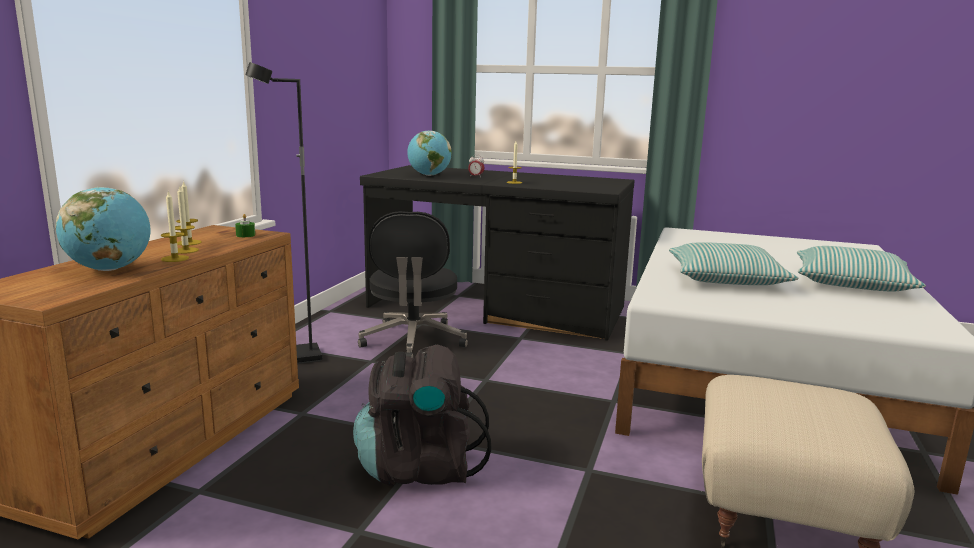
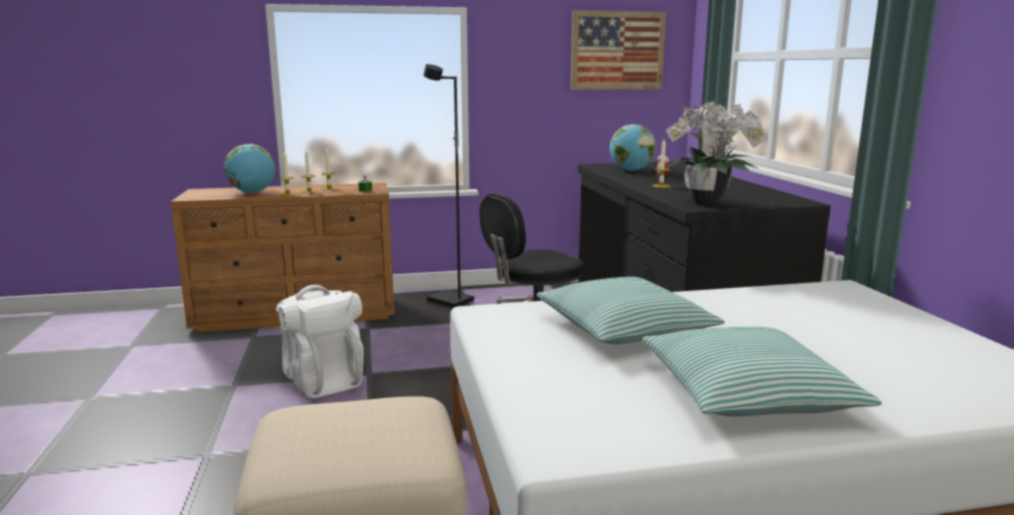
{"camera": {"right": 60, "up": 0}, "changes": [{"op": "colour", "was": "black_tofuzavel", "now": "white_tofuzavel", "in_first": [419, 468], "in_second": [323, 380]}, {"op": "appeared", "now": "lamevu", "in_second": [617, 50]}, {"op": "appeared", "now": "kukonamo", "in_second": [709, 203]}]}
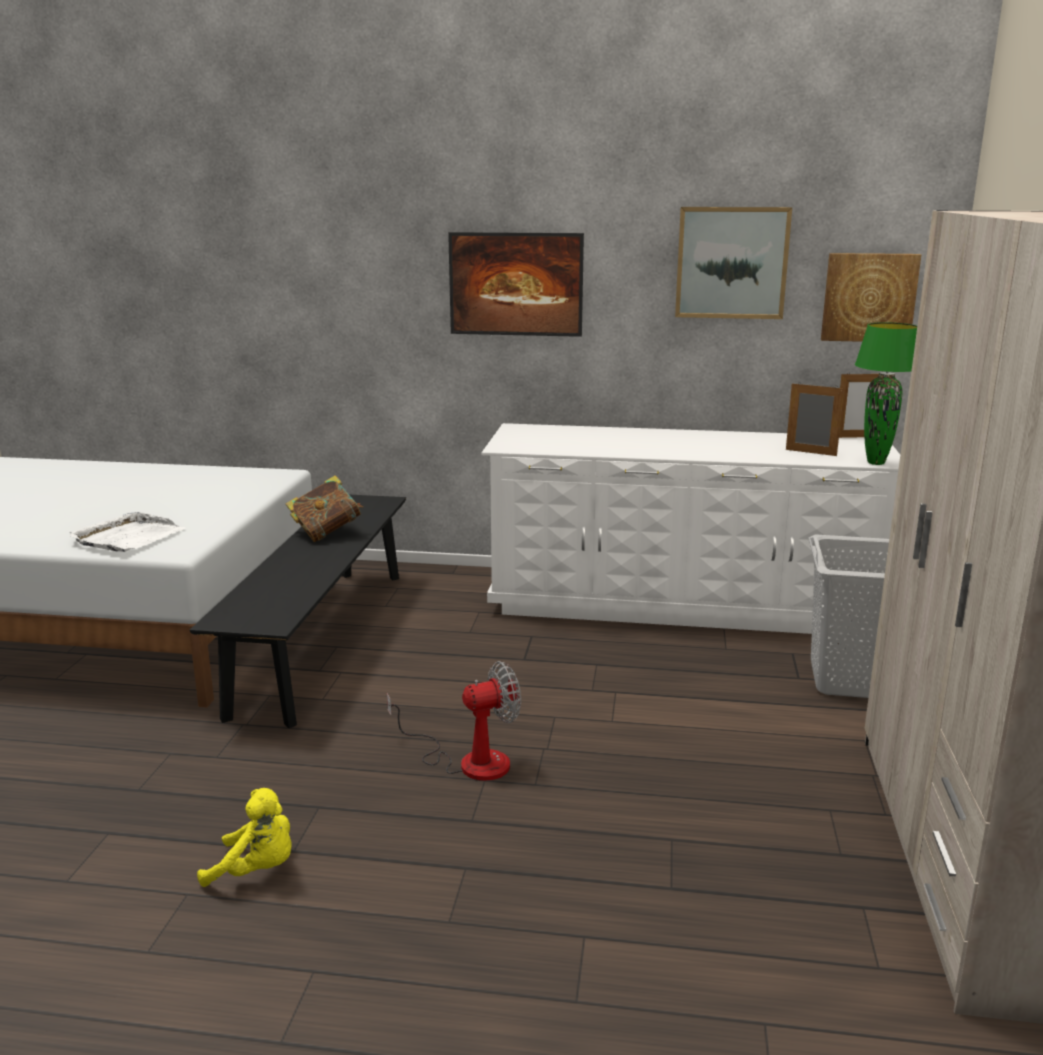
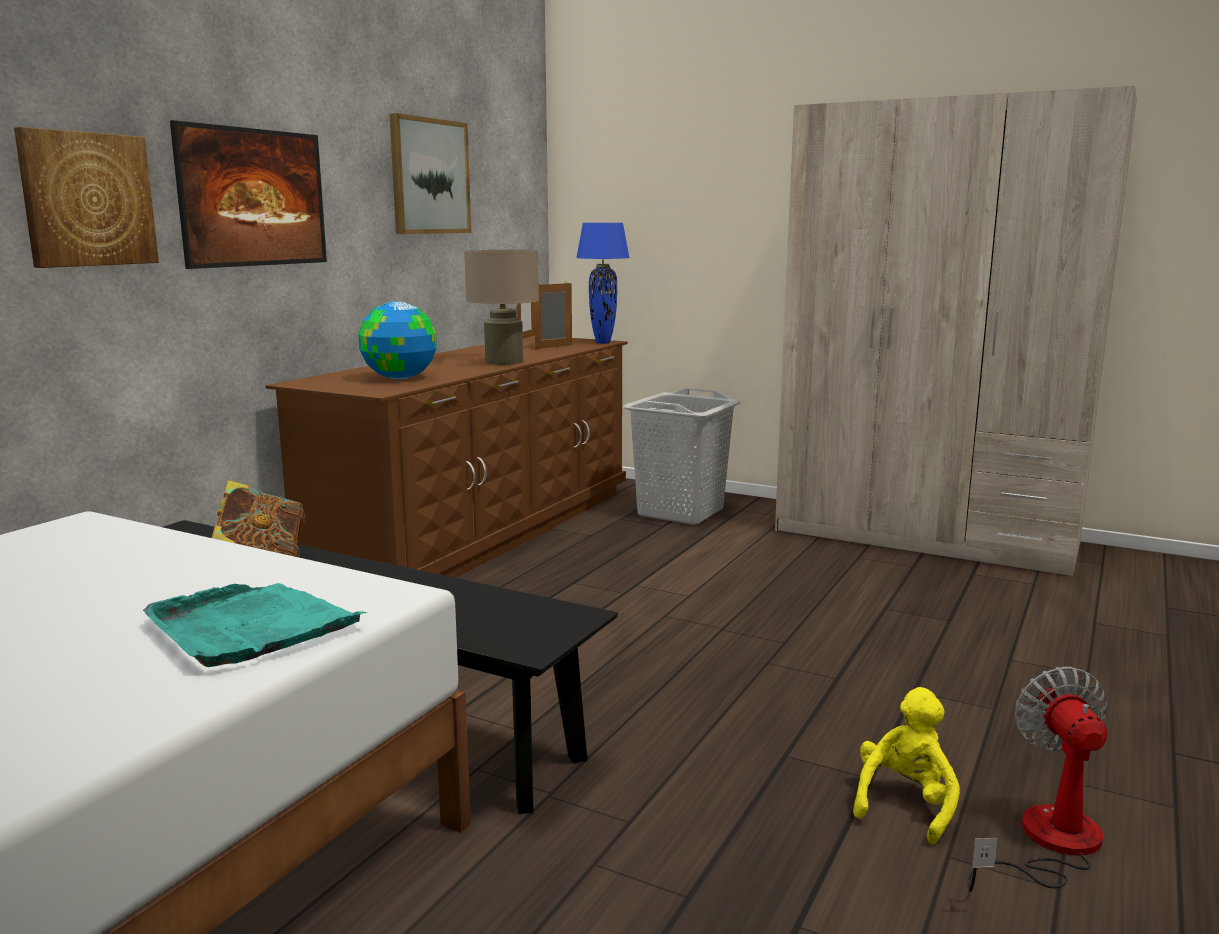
{"camera": {"right": -70, "up": -5}, "changes": [{"op": "relocated", "was": "lamevu", "in_first": [869, 297], "in_second": [87, 200]}, {"op": "colour", "was": "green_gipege", "now": "blue_gipege", "in_first": [875, 462], "in_second": [602, 343]}, {"op": "colour", "was": "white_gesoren", "now": "brown_gesoren", "in_first": [680, 603], "in_second": [481, 531]}, {"op": "colour", "was": "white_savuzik", "now": "turquoise_savuzik", "in_first": [128, 537], "in_second": [251, 628]}, {"op": "relocated", "was": "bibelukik", "in_first": [469, 761], "in_second": [1047, 844]}, {"op": "appeared", "now": "beige_gipege", "in_second": [504, 362]}, {"op": "appeared", "now": "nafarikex", "in_second": [399, 378]}]}
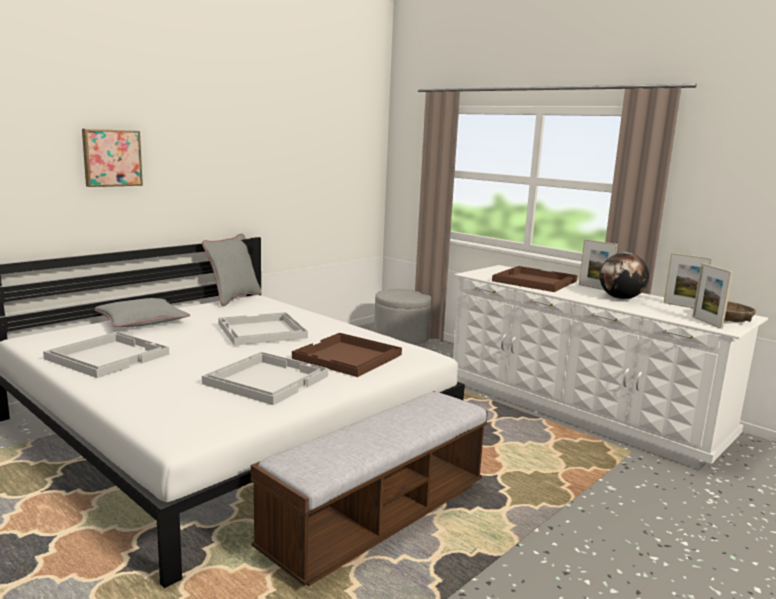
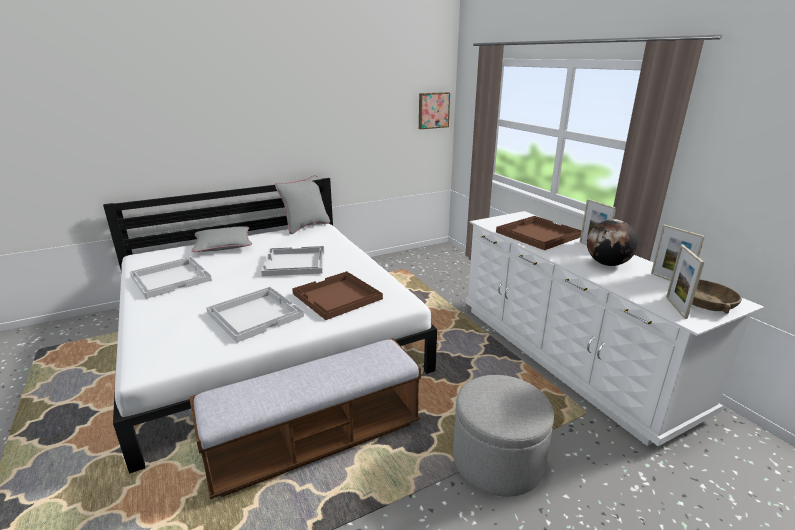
{"camera": {"right": 20, "up": 10}, "changes": [{"op": "relocated", "was": "lamevu", "in_first": [111, 158], "in_second": [433, 110]}, {"op": "relocated", "was": "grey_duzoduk", "in_first": [401, 338], "in_second": [497, 460]}]}
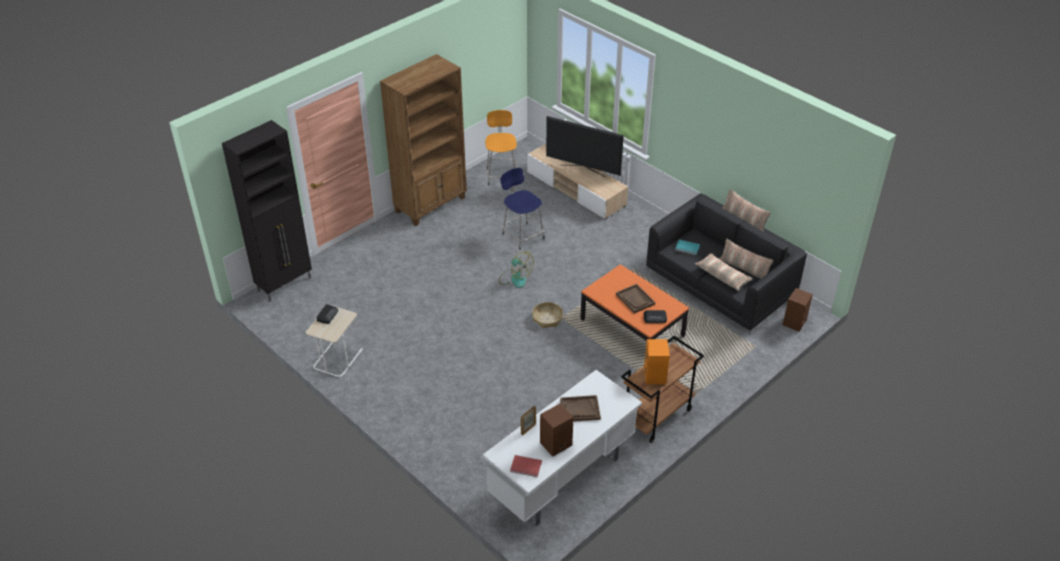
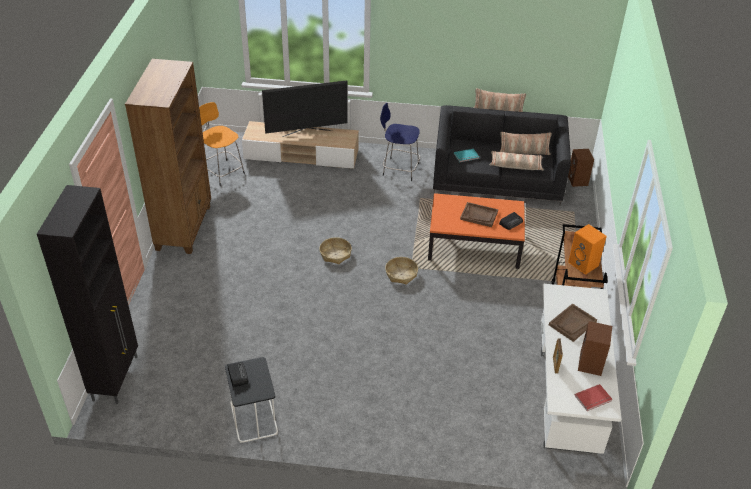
{"camera": {"right": -40, "up": 0}, "changes": [{"op": "relocated", "was": "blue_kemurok", "in_first": [522, 235], "in_second": [399, 169]}, {"op": "exchanged", "was": "bibelukik", "now": "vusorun", "in_first": [515, 278], "in_second": [335, 254]}, {"op": "colour", "was": "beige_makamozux", "now": "black_makamozux", "in_first": [337, 358], "in_second": [253, 418]}]}
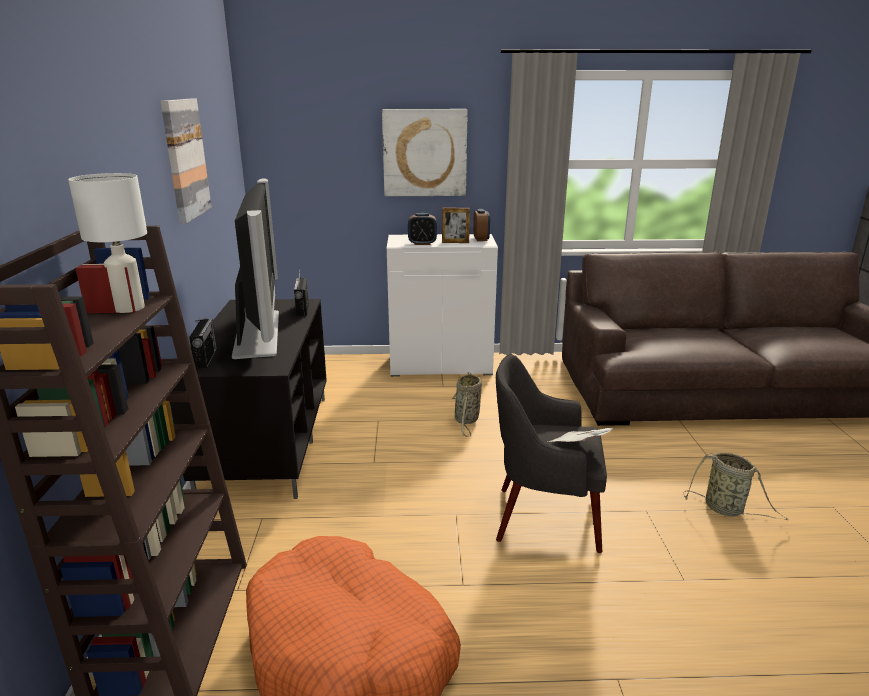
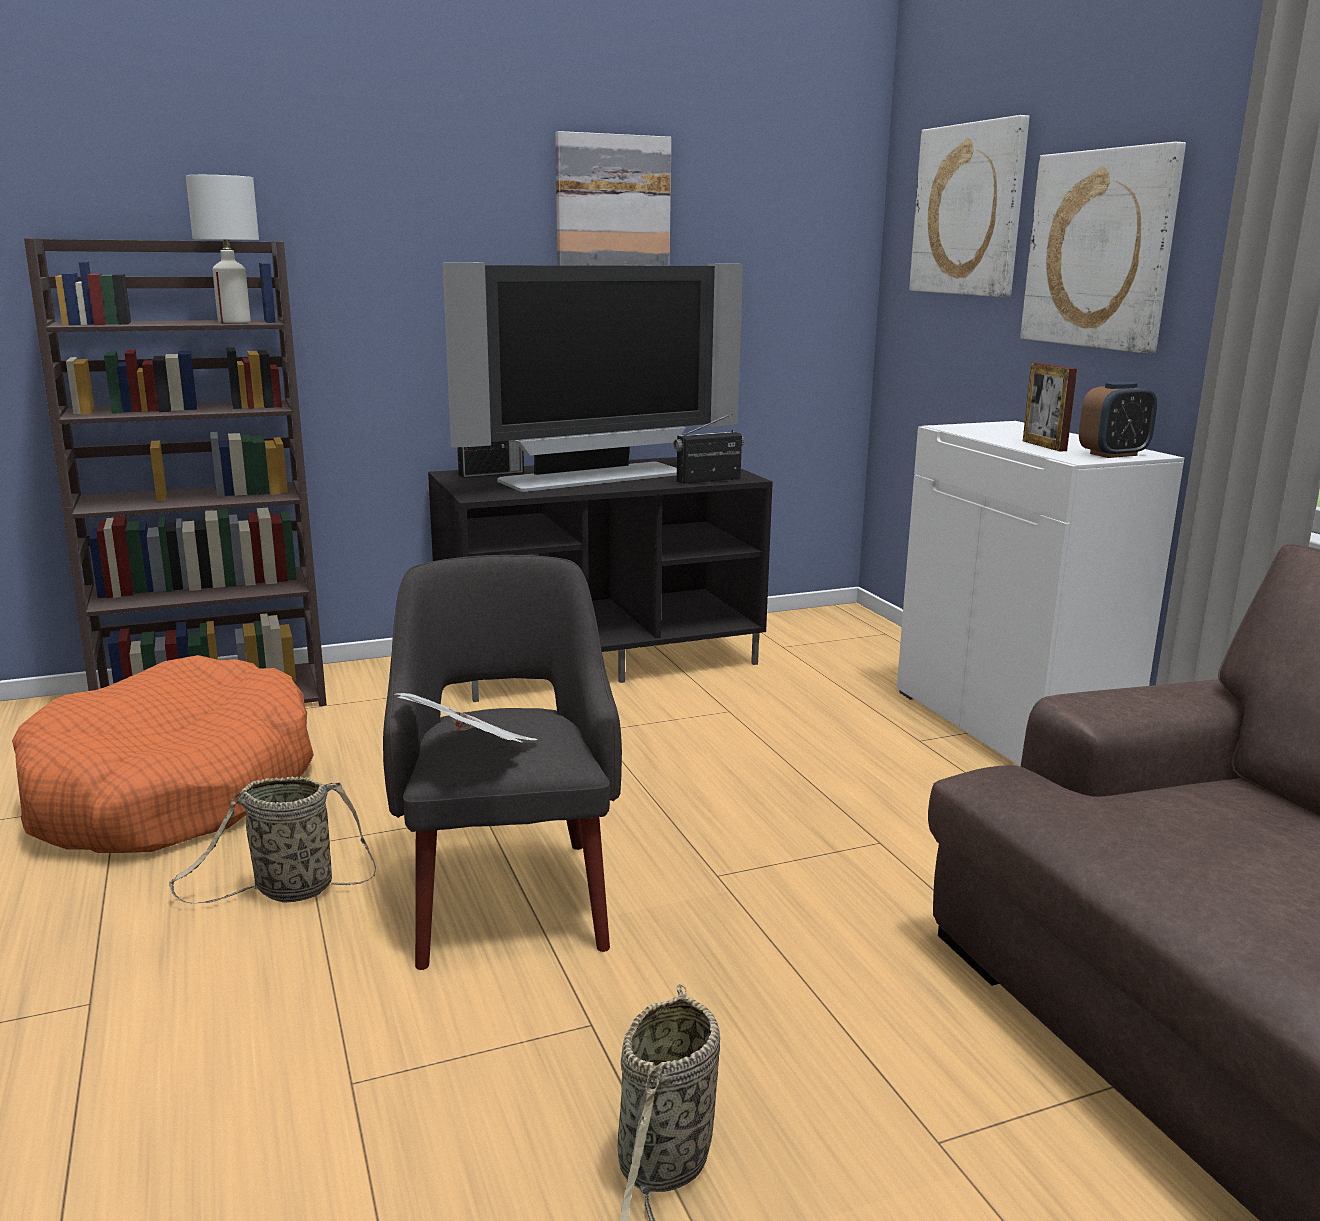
{"camera": {"right": 70, "up": -5}, "changes": [{"op": "missing", "was": "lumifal", "in_first": [422, 243]}, {"op": "relocated", "was": "vusorun", "in_first": [466, 420], "in_second": [288, 891]}, {"op": "appeared", "now": "lamevu", "in_second": [969, 210]}]}
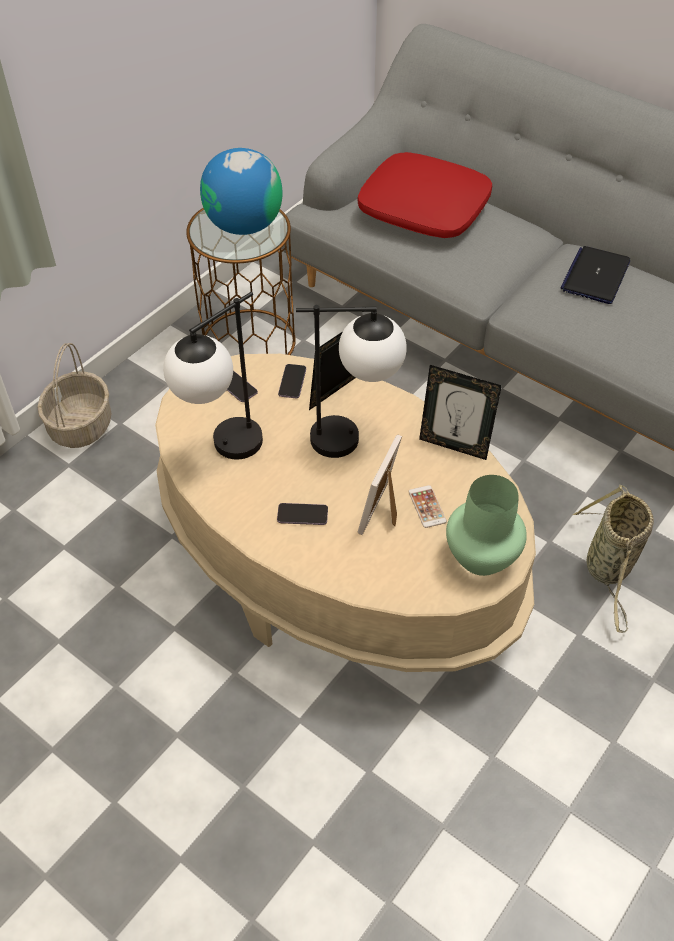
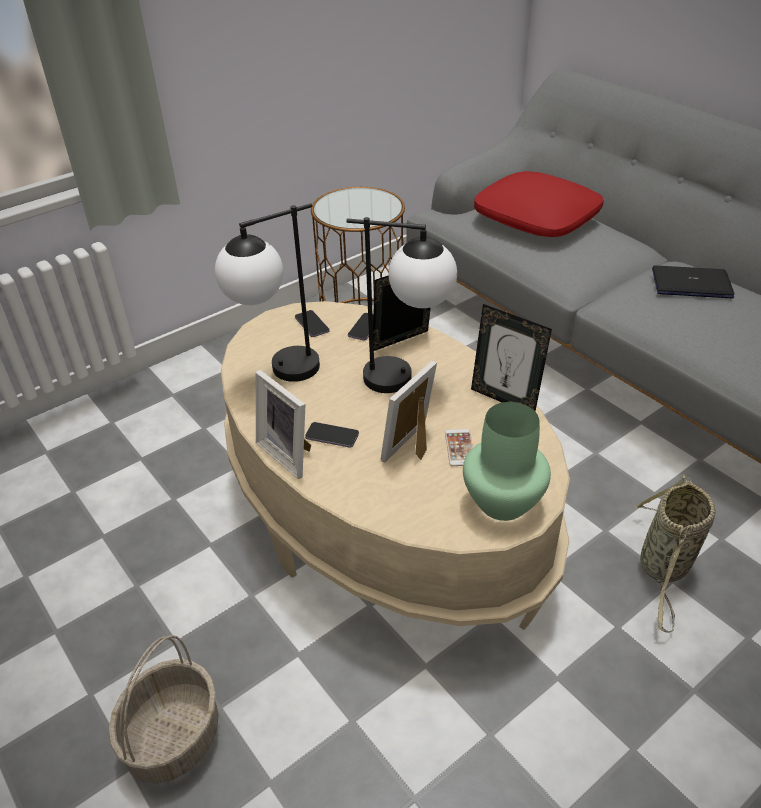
{"camera": {"right": 15, "up": -10}, "changes": [{"op": "missing", "was": "nafarikex", "in_first": [244, 225]}, {"op": "spun", "was": "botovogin", "in_first": [595, 276], "in_second": [691, 283], "clockwise": 60}, {"op": "relocated", "was": "vusorun", "in_first": [80, 425], "in_second": [173, 736]}, {"op": "appeared", "now": "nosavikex", "in_second": [289, 453]}]}
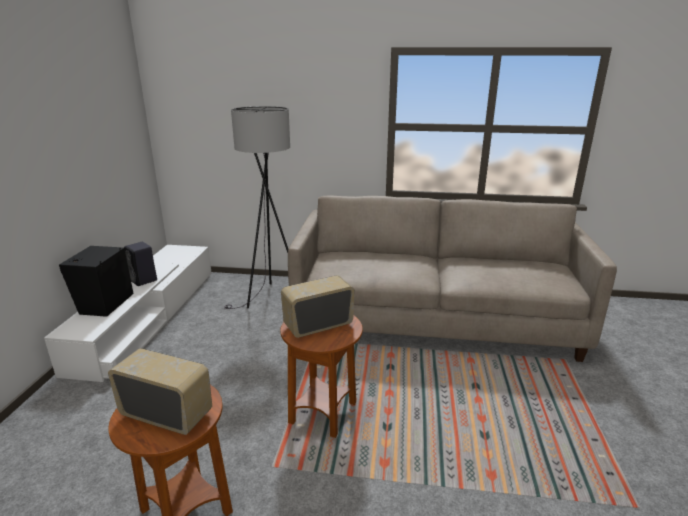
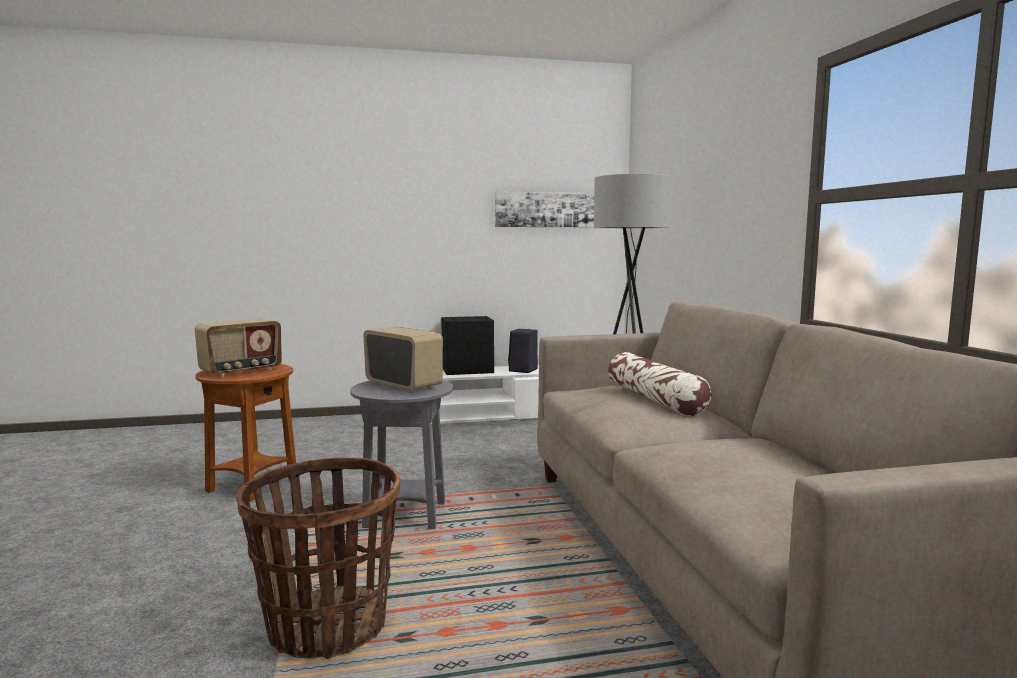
{"camera": {"right": 70, "up": -15}, "changes": [{"op": "colour", "was": "brown_makamozux", "now": "grey_makamozux", "in_first": [323, 413], "in_second": [405, 515]}, {"op": "spun", "was": "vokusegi", "in_first": [167, 414], "in_second": [241, 371], "clockwise": 45}, {"op": "appeared", "now": "lamevu", "in_second": [545, 210]}, {"op": "appeared", "now": "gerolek", "in_second": [655, 400]}, {"op": "appeared", "now": "vusorun", "in_second": [326, 626]}]}
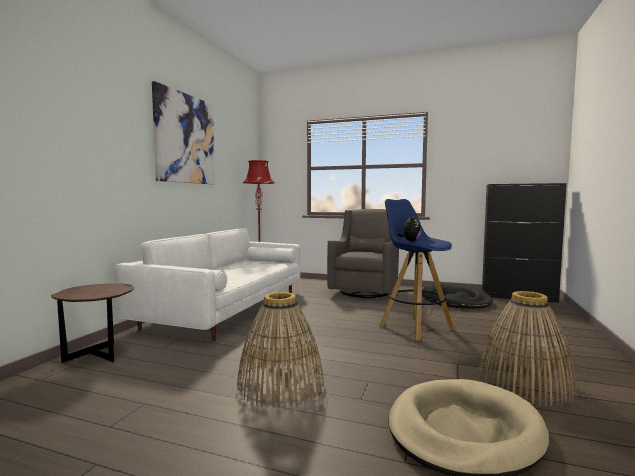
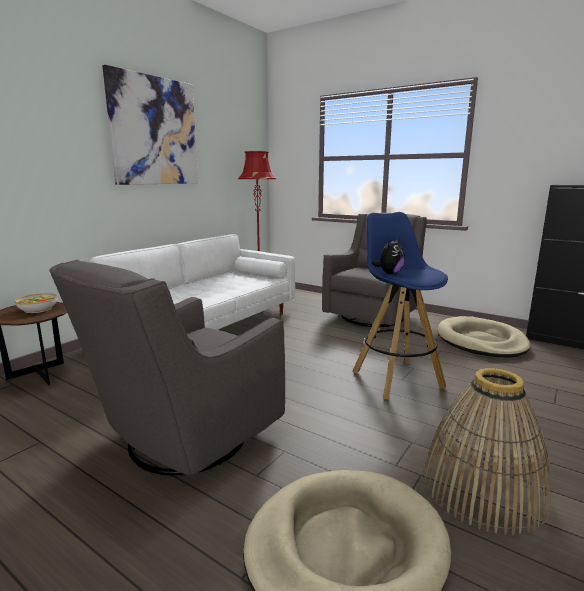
{"camera": {"right": 15, "up": 10}, "changes": [{"op": "colour", "was": "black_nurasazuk", "now": "beige_nurasazuk", "in_first": [455, 300], "in_second": [481, 341]}, {"op": "exchanged", "was": "vusorun", "now": "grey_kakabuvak", "in_first": [280, 385], "in_second": [183, 440]}, {"op": "appeared", "now": "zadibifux", "in_second": [38, 309]}]}
